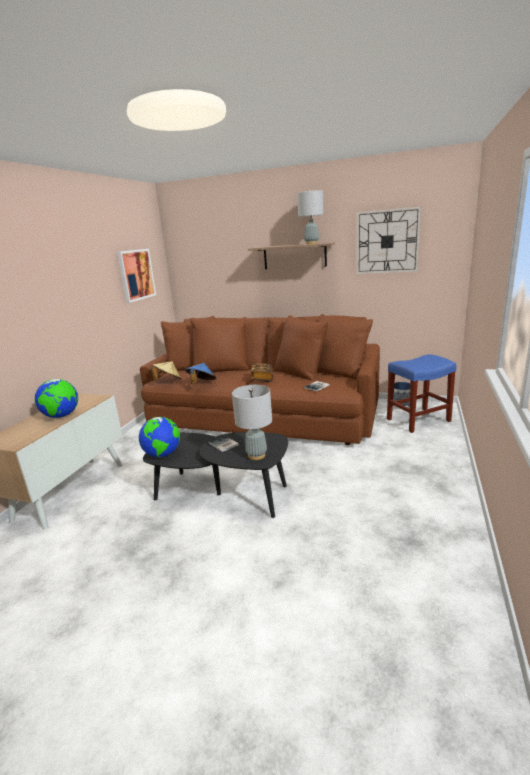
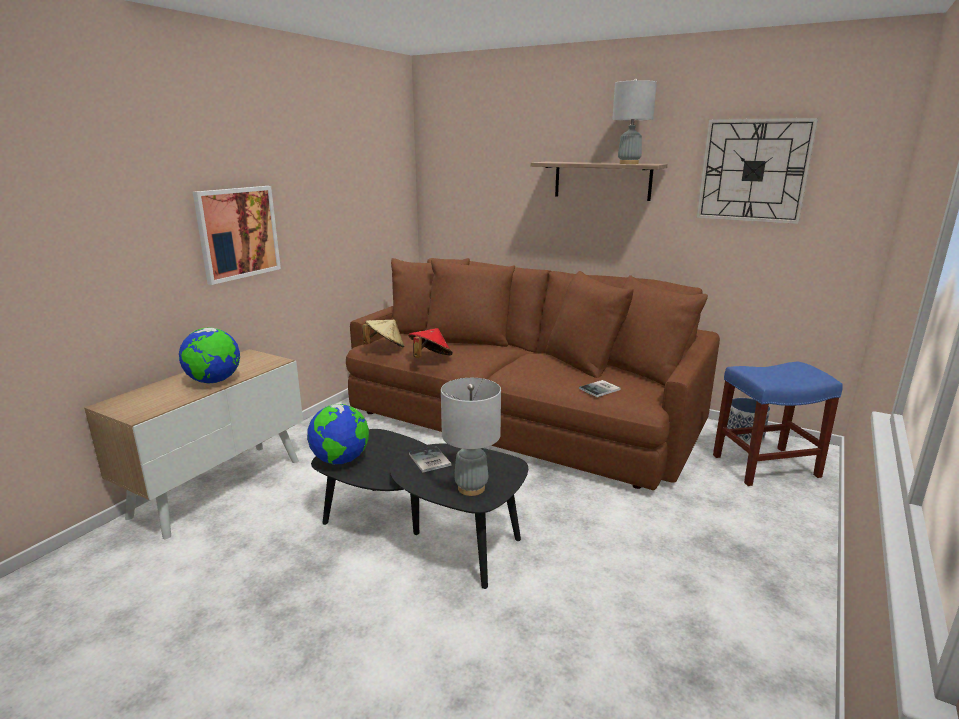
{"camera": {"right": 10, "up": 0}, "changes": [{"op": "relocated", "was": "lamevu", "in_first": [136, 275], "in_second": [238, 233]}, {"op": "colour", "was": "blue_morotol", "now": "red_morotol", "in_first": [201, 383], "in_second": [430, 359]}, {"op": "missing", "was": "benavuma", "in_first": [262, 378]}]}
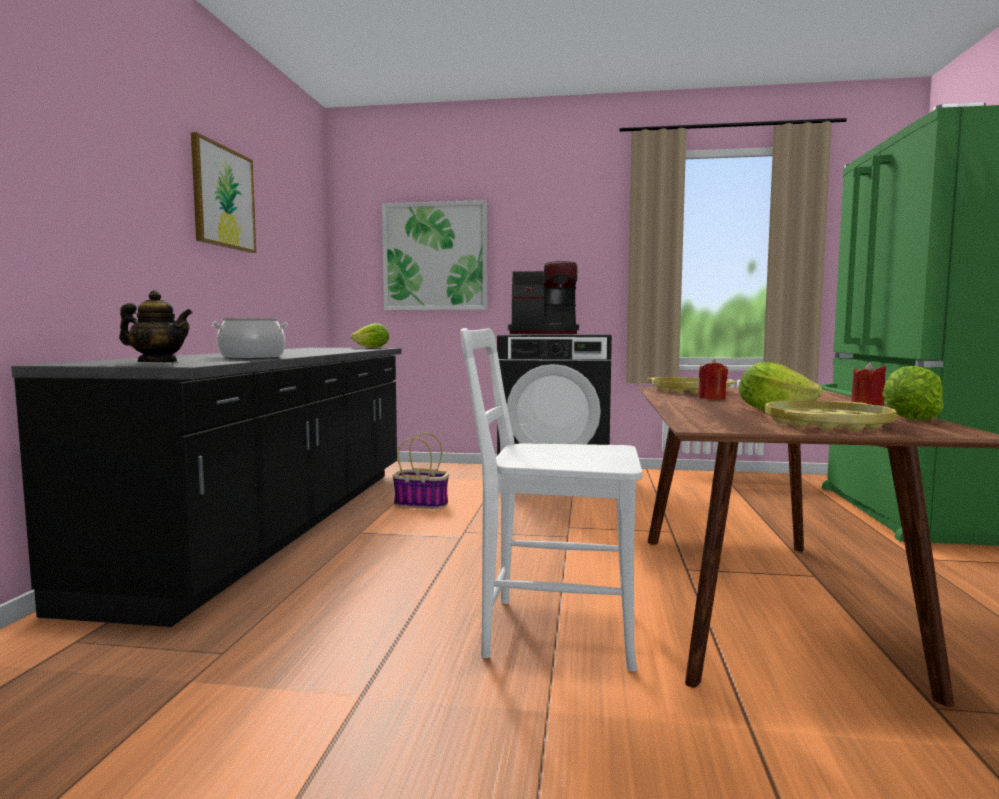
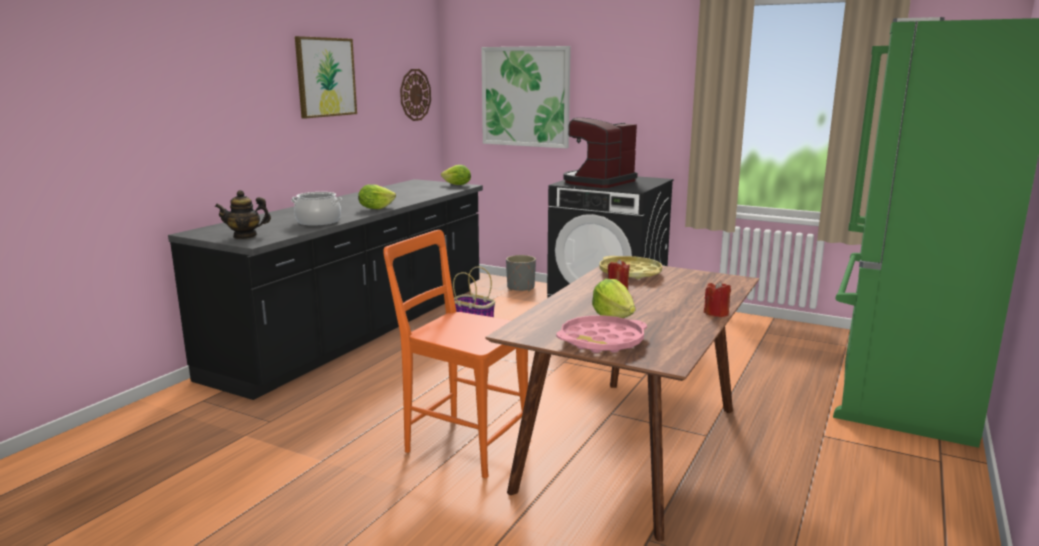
{"camera": {"right": 20, "up": 10}, "changes": [{"op": "spun", "was": "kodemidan", "in_first": [544, 334], "in_second": [598, 182], "clockwise": 105}, {"op": "spun", "was": "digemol", "in_first": [158, 363], "in_second": [245, 236], "clockwise": 135}, {"op": "colour", "was": "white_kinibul", "now": "orange_kinibul", "in_first": [550, 631], "in_second": [462, 442]}, {"op": "relocated", "was": "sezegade", "in_first": [911, 419], "in_second": [375, 208]}, {"op": "colour", "was": "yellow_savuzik", "now": "pink_savuzik", "in_first": [827, 425], "in_second": [602, 341]}, {"op": "appeared", "now": "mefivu", "in_second": [415, 94]}, {"op": "appeared", "now": "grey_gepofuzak", "in_second": [521, 288]}]}
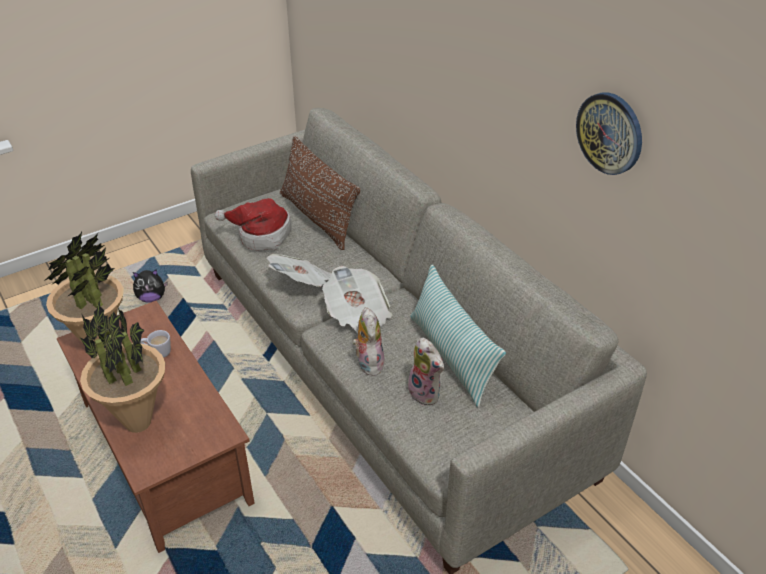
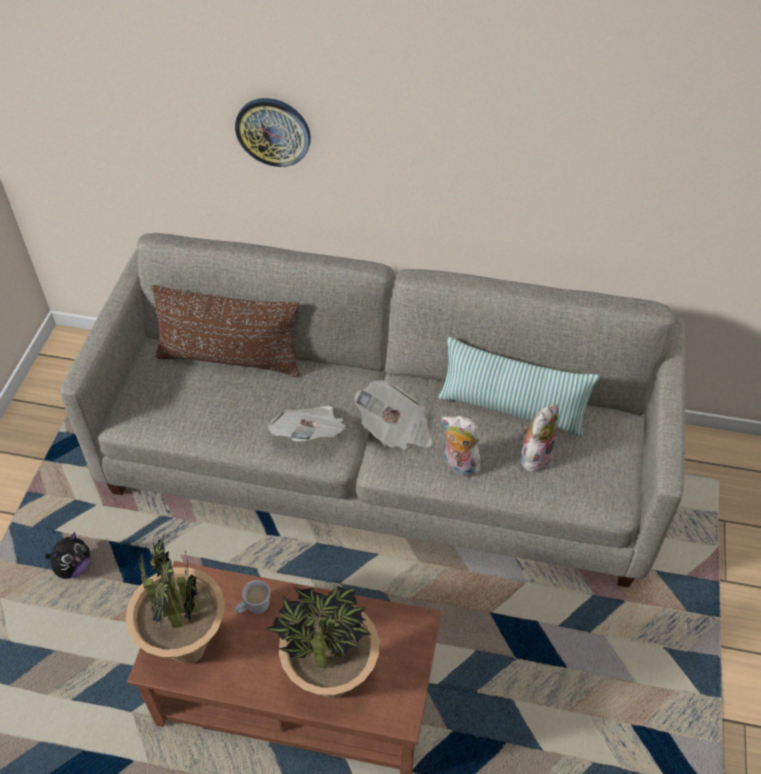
{"camera": {"right": -45, "up": 10}, "changes": [{"op": "relocated", "was": "mefivu", "in_first": [610, 133], "in_second": [273, 131]}, {"op": "missing", "was": "morotol", "in_first": [261, 235]}, {"op": "spun", "was": "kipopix", "in_first": [426, 393], "in_second": [534, 455], "clockwise": -60}]}
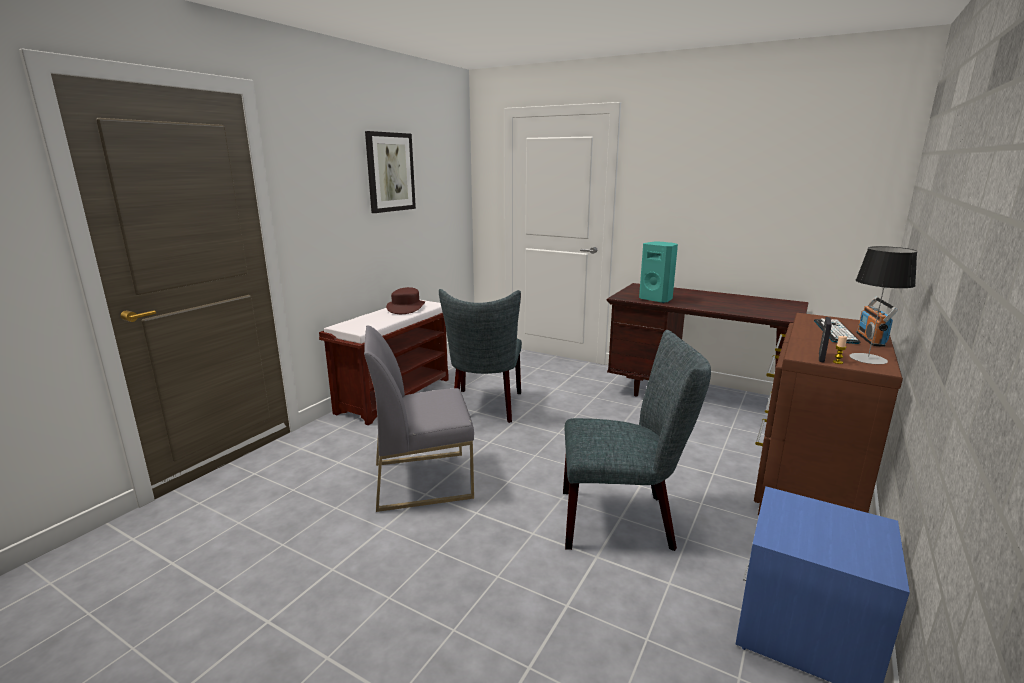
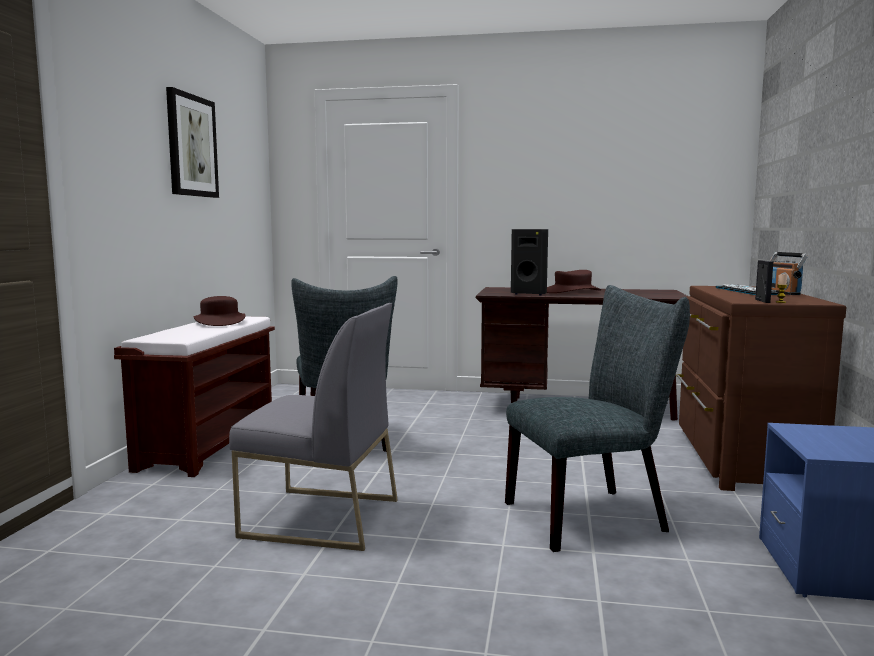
{"camera": {"right": -20, "up": -10}, "changes": [{"op": "colour", "was": "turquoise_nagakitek", "now": "black_nagakitek", "in_first": [656, 299], "in_second": [530, 294]}, {"op": "missing", "was": "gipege", "in_first": [867, 358]}, {"op": "spun", "was": "grey_kinibul", "in_first": [423, 479], "in_second": [319, 518], "clockwise": -135}, {"op": "appeared", "now": "brown_morotol", "in_second": [572, 291]}]}
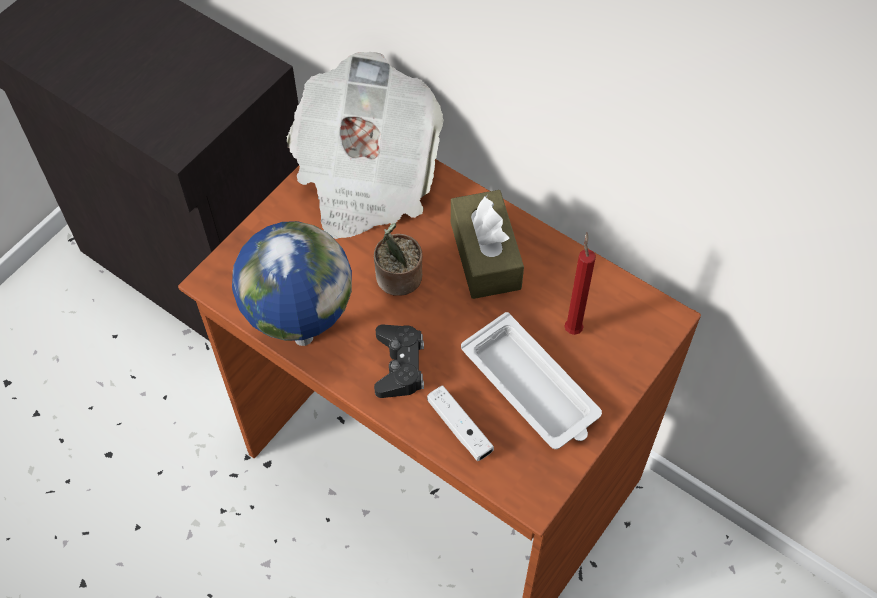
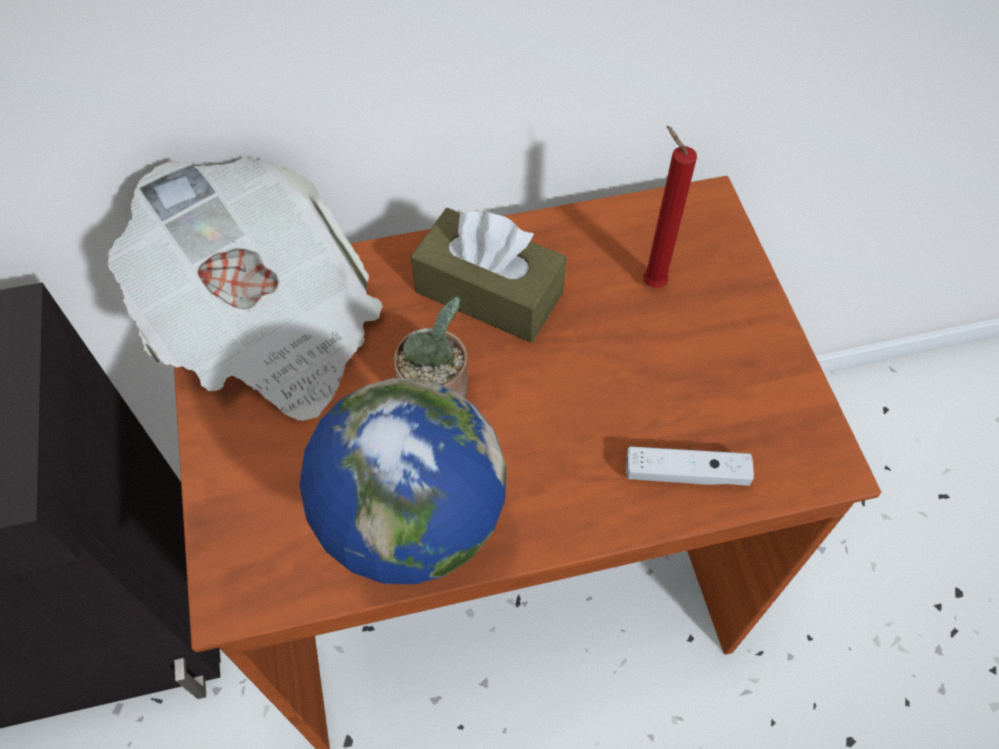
{"camera": {"right": -50, "up": 0}, "changes": [{"op": "missing", "was": "white_savuzik", "in_first": [531, 388]}, {"op": "missing", "was": "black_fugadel", "in_first": [399, 365]}]}
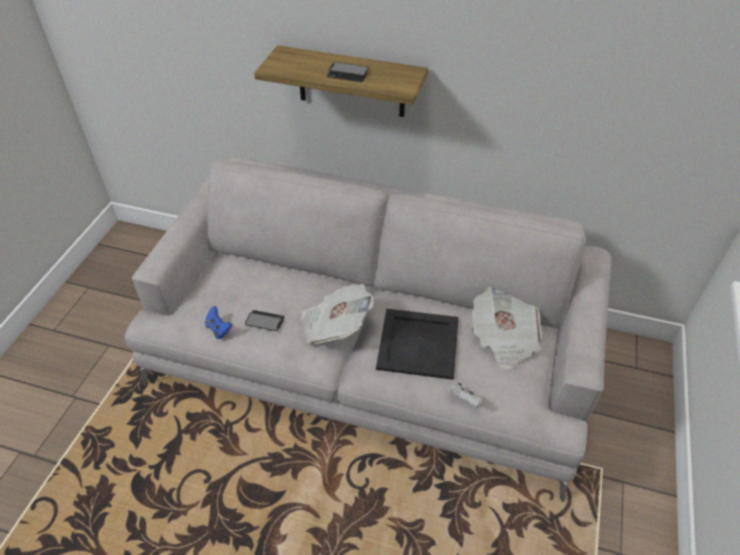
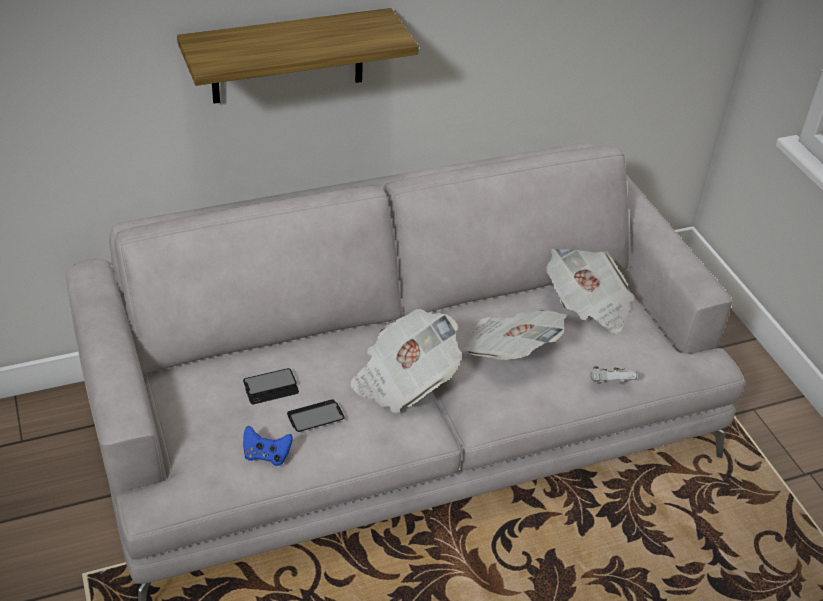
{"camera": {"right": -40, "up": -5}, "changes": [{"op": "relocated", "was": "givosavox", "in_first": [348, 73], "in_second": [271, 387]}, {"op": "exchanged", "was": "black_savuzik", "now": "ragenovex", "in_first": [417, 343], "in_second": [509, 352]}]}
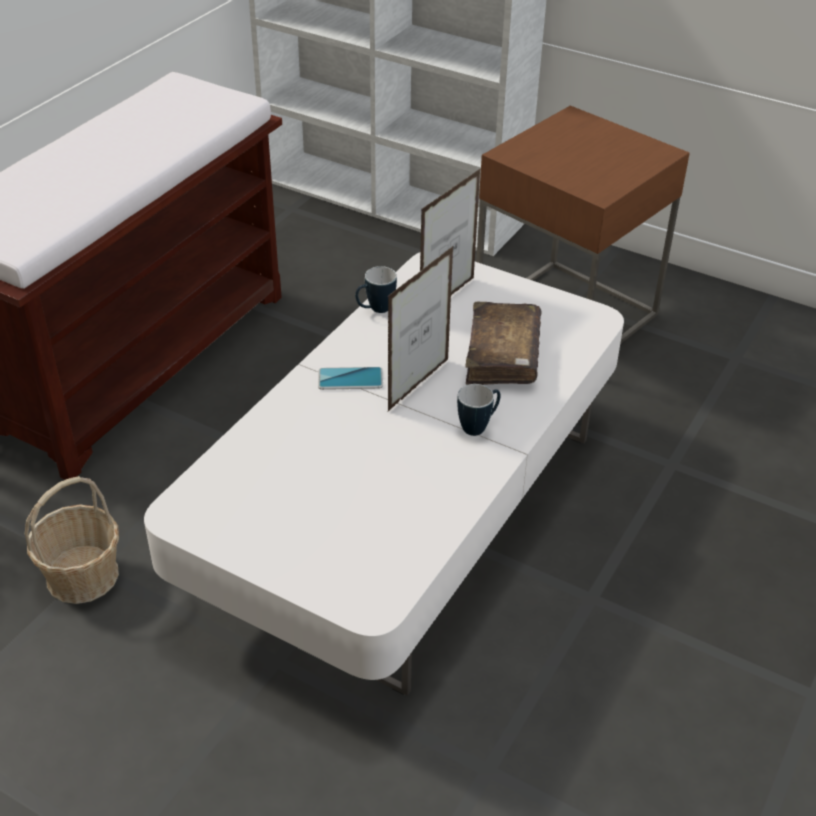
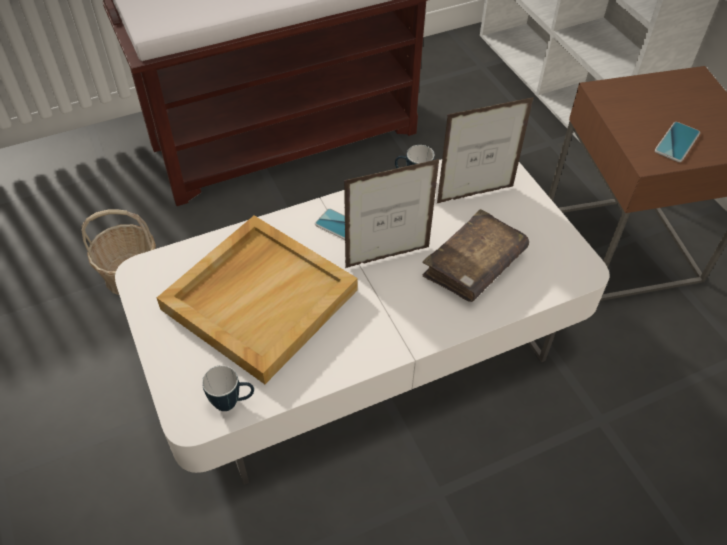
{"camera": {"right": 35, "up": 10}, "changes": [{"op": "relocated", "was": "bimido", "in_first": [479, 426], "in_second": [232, 402]}, {"op": "appeared", "now": "givosavox", "in_second": [677, 142]}, {"op": "appeared", "now": "beige_savuzik", "in_second": [259, 298]}]}
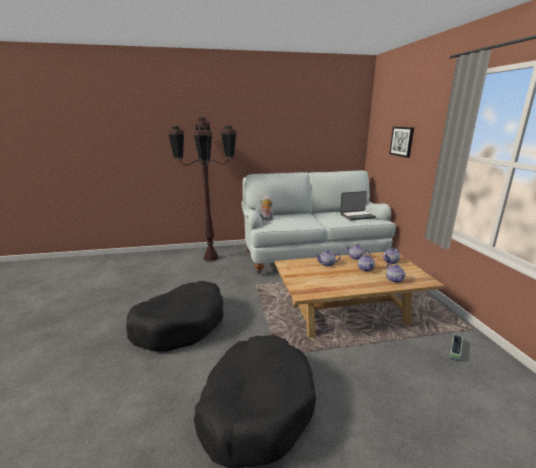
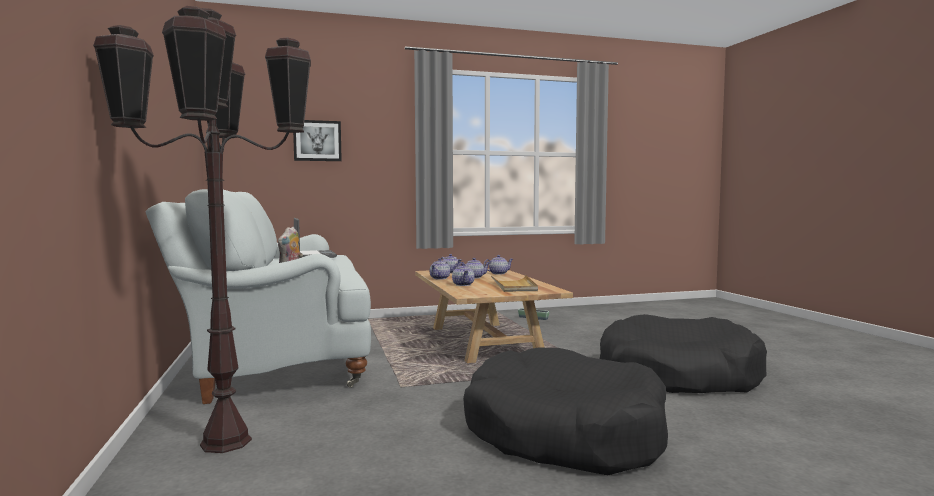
{"camera": {"right": -95, "up": -15}, "changes": [{"op": "appeared", "now": "beige_savuzik", "in_second": [514, 286]}]}
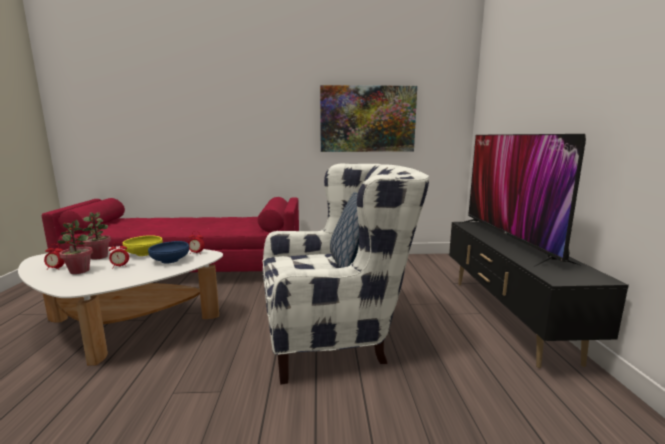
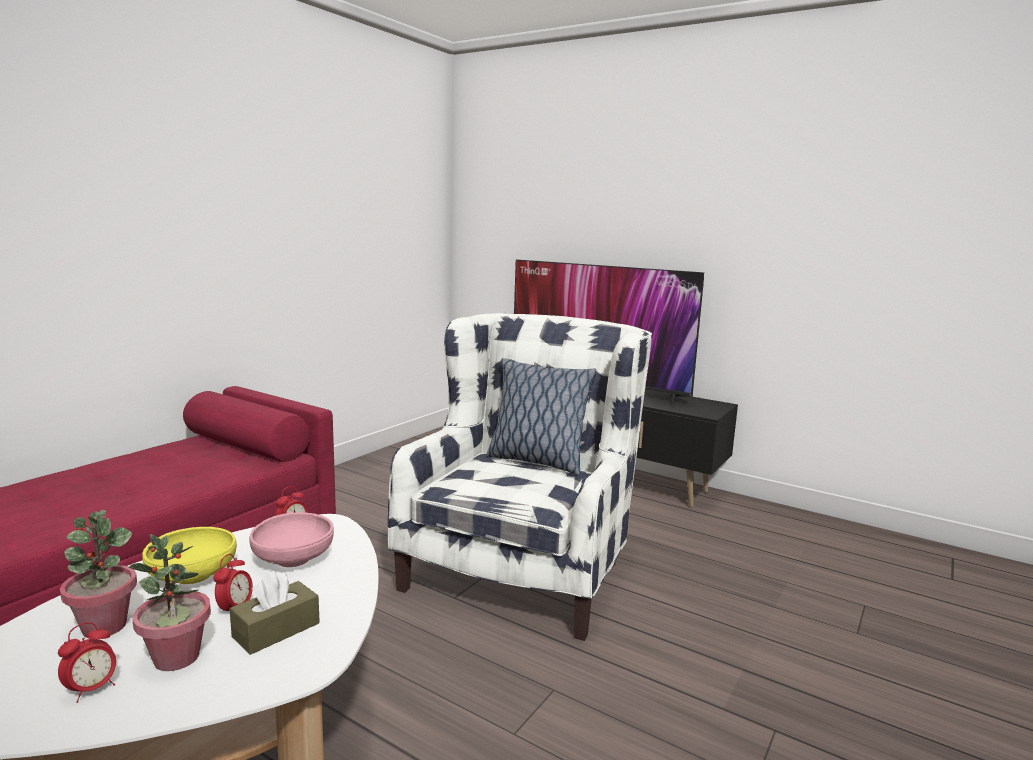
{"camera": {"right": -55, "up": 0}, "changes": [{"op": "missing", "was": "lamevu", "in_first": [367, 119]}, {"op": "colour", "was": "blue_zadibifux", "now": "pink_zadibifux", "in_first": [170, 260], "in_second": [293, 558]}, {"op": "appeared", "now": "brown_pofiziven", "in_second": [276, 630]}]}
